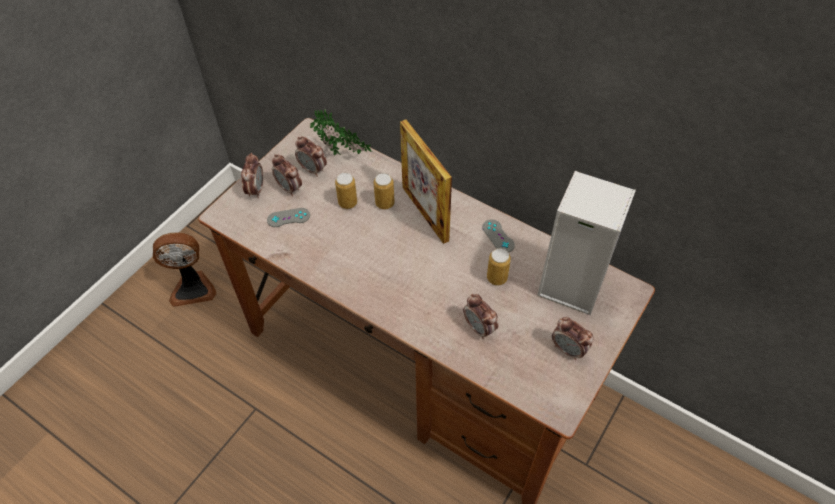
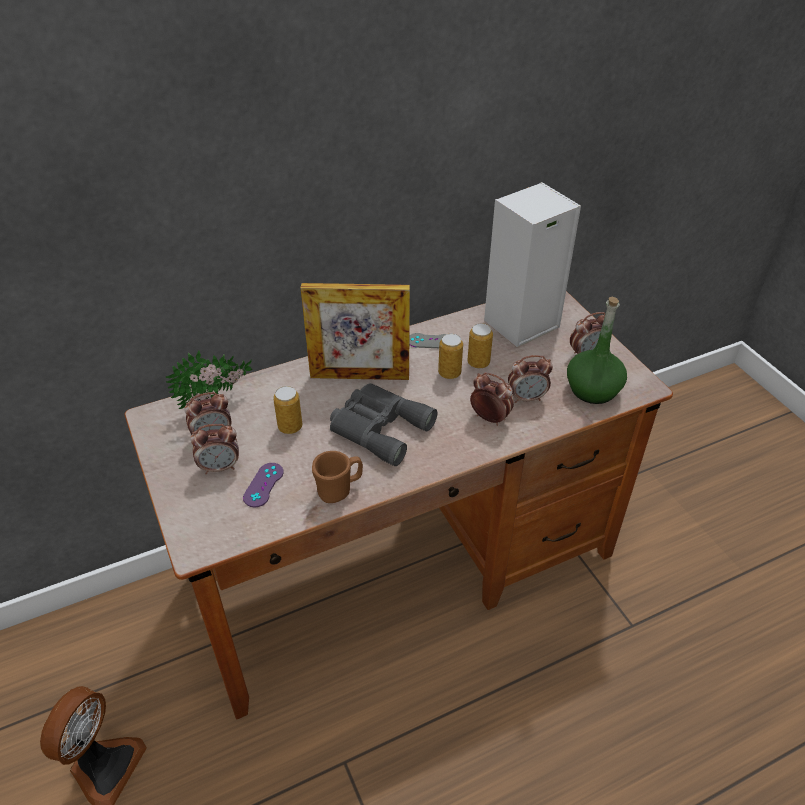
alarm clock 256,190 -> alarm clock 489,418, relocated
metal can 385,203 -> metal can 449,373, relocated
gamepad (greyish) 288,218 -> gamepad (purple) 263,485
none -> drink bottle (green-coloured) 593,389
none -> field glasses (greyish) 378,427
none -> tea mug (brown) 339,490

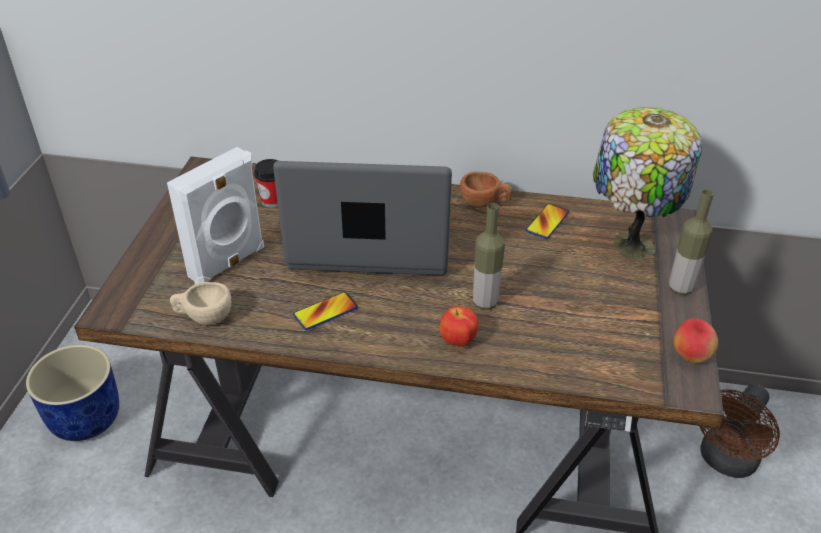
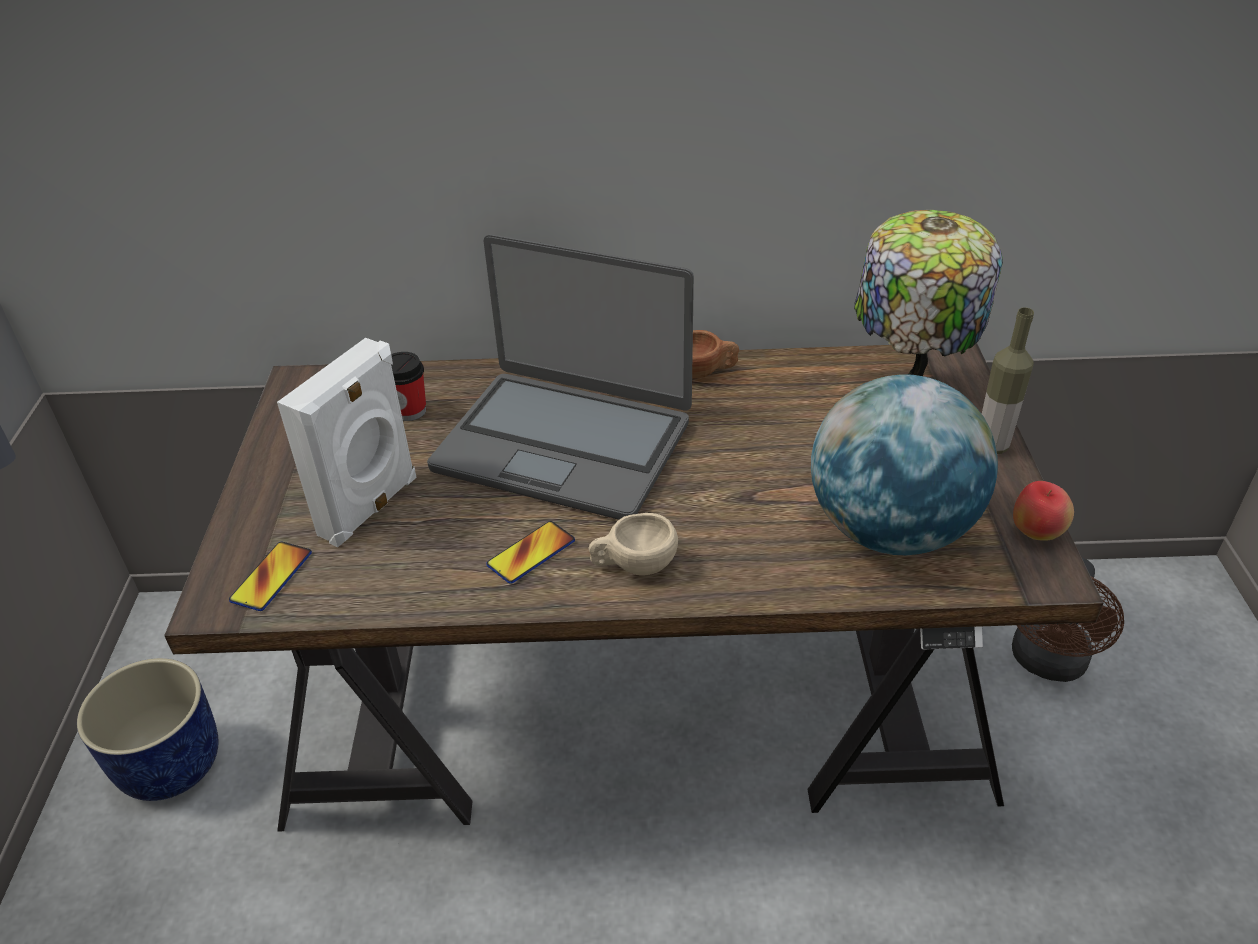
laptop 371,240 -> laptop 564,444, 150 degrees counterclockwise
drink bottle 485,303 -> none
telephone 547,222 -> telephone 271,577, relocated
cup (beige) 204,317 -> cup (beige) 633,565, relocated
apple fruit 457,341 -> none
none -> world globe 890,530

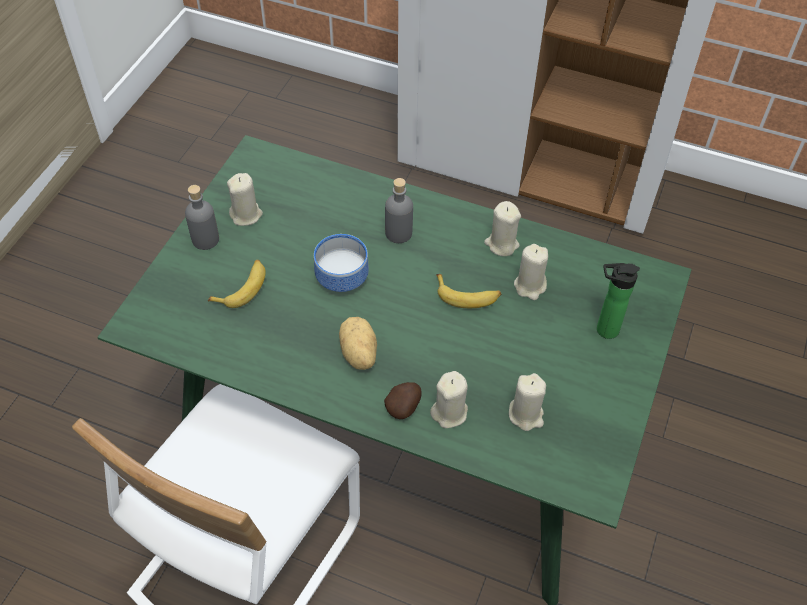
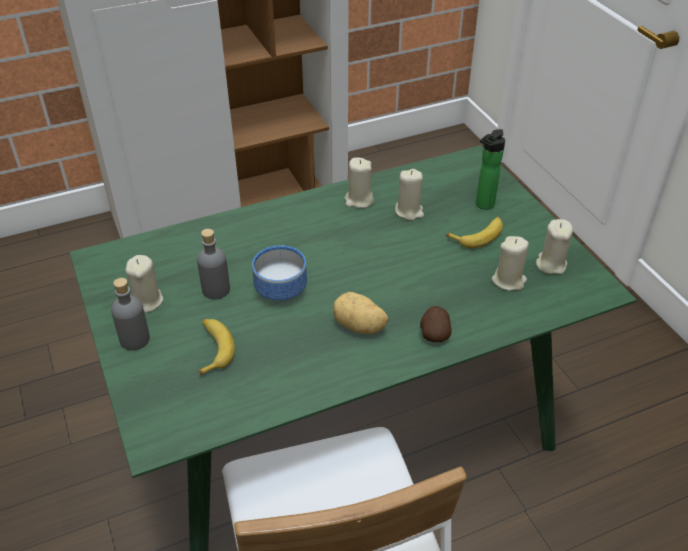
drink bottle (greyish) 398,233 -> drink bottle (greyish) 216,290, relocated
banana 467,295 -> banana 478,236, relocated
wax light (beige) 449,412 -> wax light (beige) 550,264, relocated

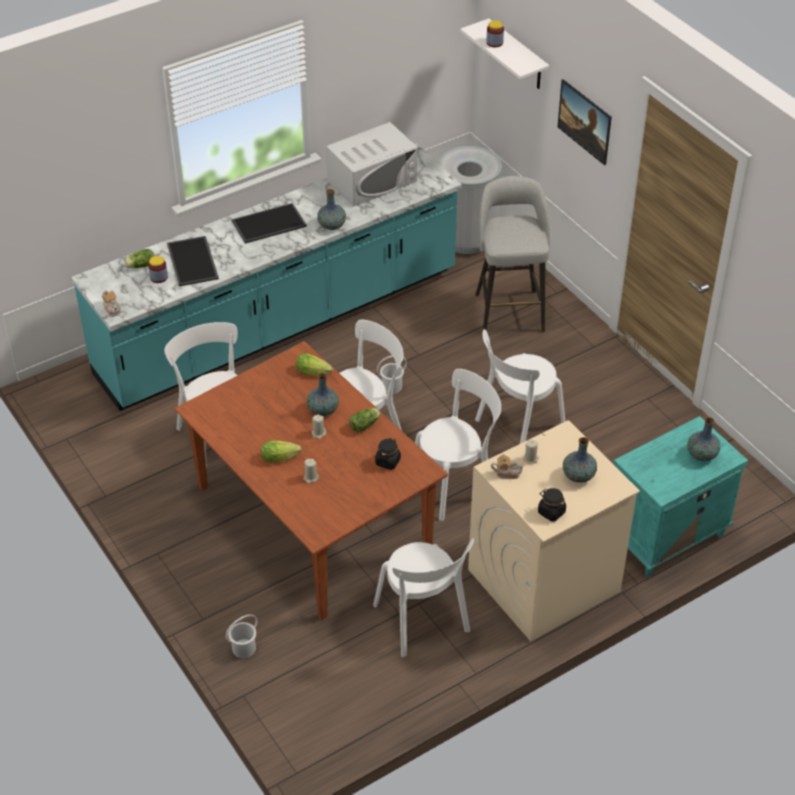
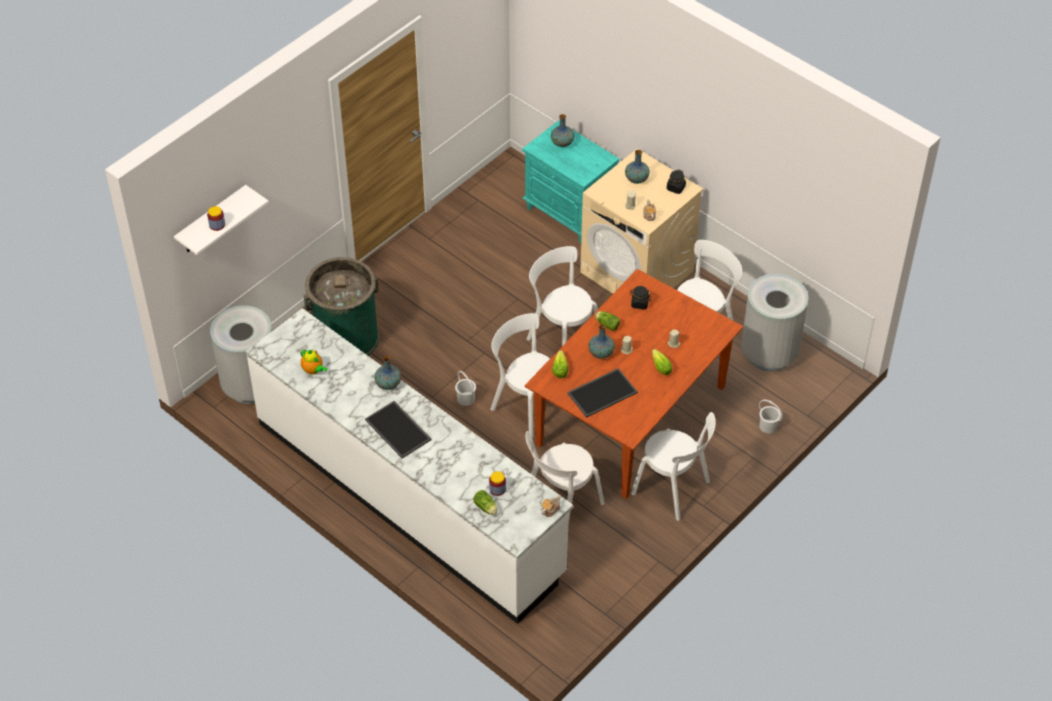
picture 583,133 -> none
microwave oven (white-coloured) 372,181 -> teapot 313,370
kitchen counter (blue-green) 279,324 -> kitchen counter (white-coloured) 409,497
stool (greyish) 509,311 -> trash can (green-coloured) 346,338
serving tray 194,261 -> serving tray 602,392, relocated
chair (white-coloured) 517,425 -> chair (white-coloured) 673,489, relocated
none -> trash can (greyish) 769,353

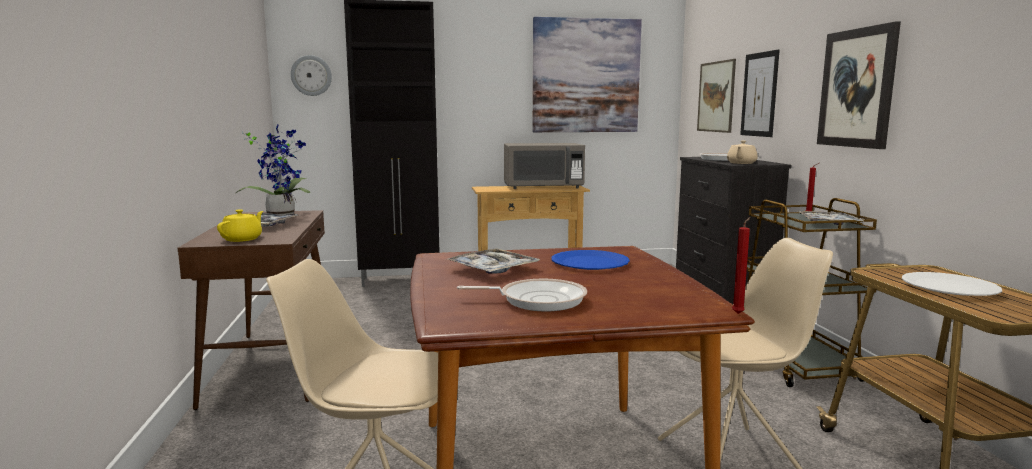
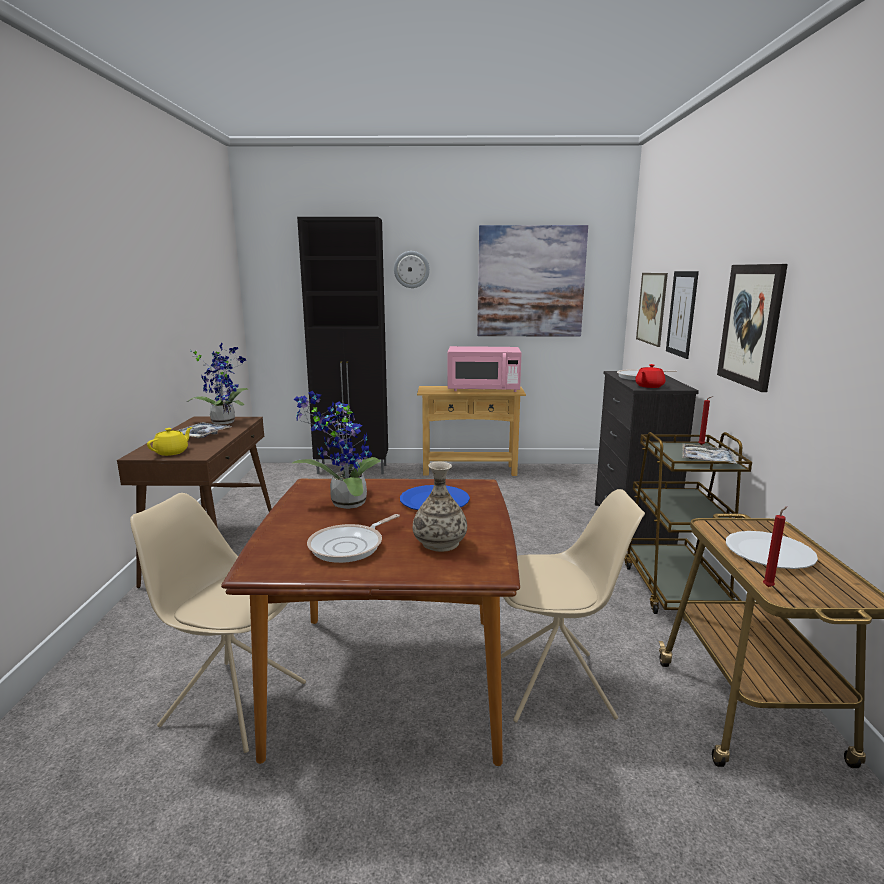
wall clock 311,75 -> wall clock 411,269, relocated
teapot (beige) 741,163 -> teapot (red-coloured) 649,386
microwave oven (greyish) 543,187 -> microwave oven (pink) 483,389
wax light (red-coloured) 739,313 -> wax light (red-coloured) 769,586, relocated
serving tray 493,269 -> potted plant 344,504
pan 537,300 -> pan 350,546, 120 degrees clockwise
none -> decorative vase 440,543

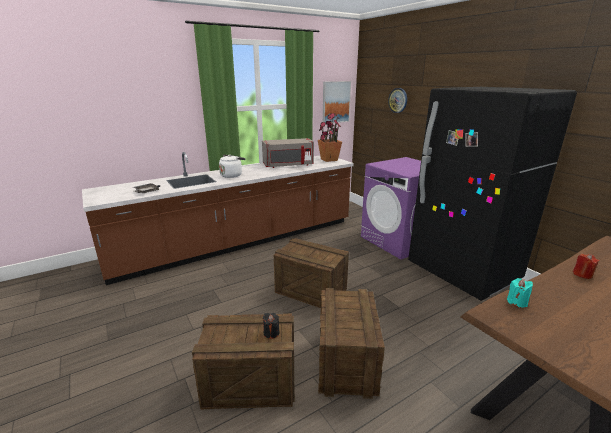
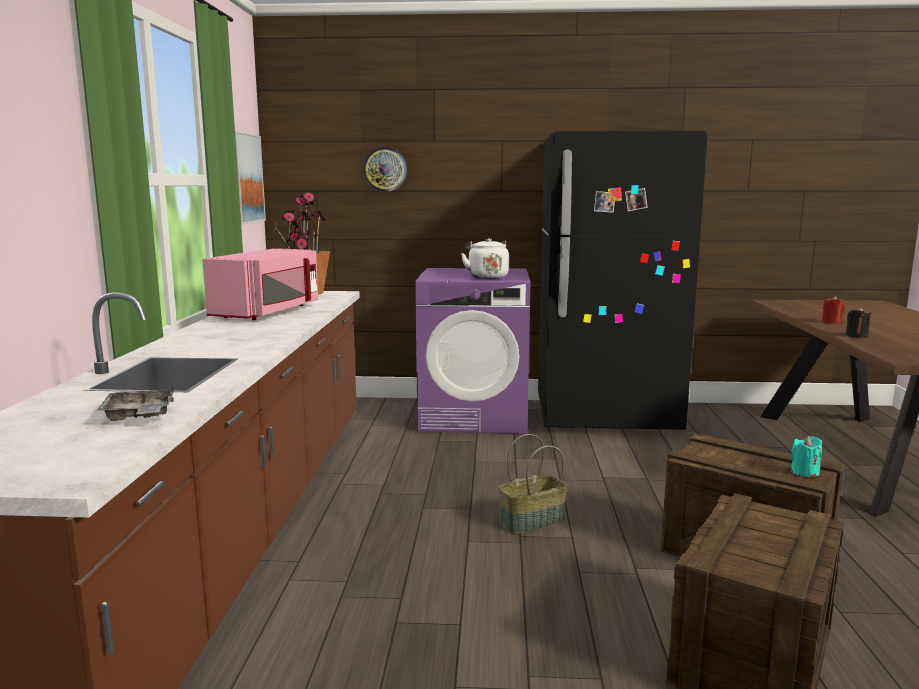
microwave oven (greyish) 288,165 -> microwave oven (pink) 268,312
tea kettle (white-coloured) 232,175 -> tea kettle (white-coloured) 486,277, relocated
packing crate 310,291 -> household basket 532,522
wax light (blue-green) 517,302 -> wax light (blue-green) 805,472, relocated
wax light (blackish) 271,333 -> wax light (blackish) 856,336, relocated

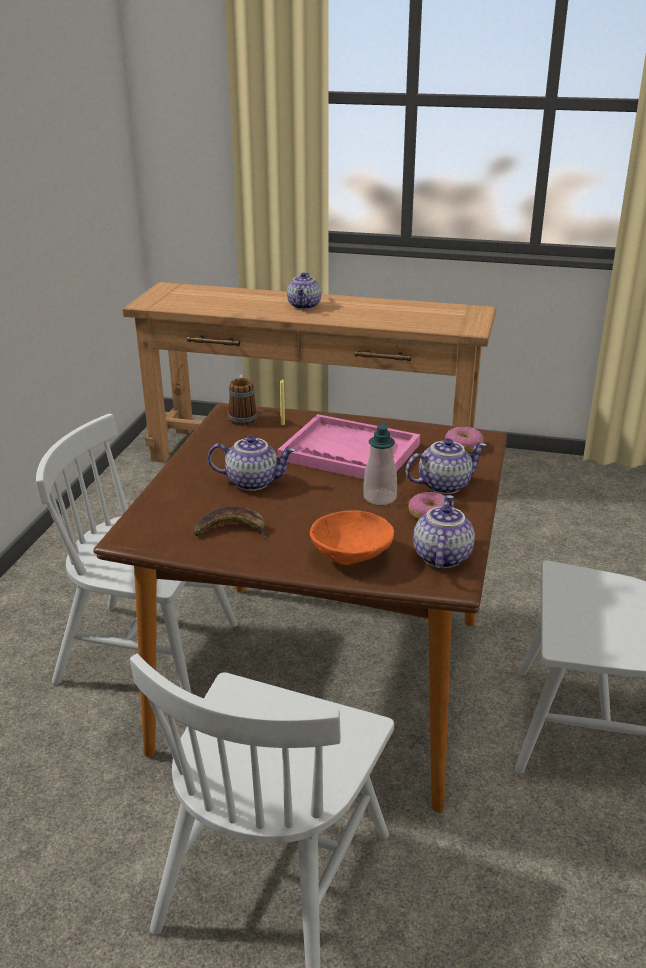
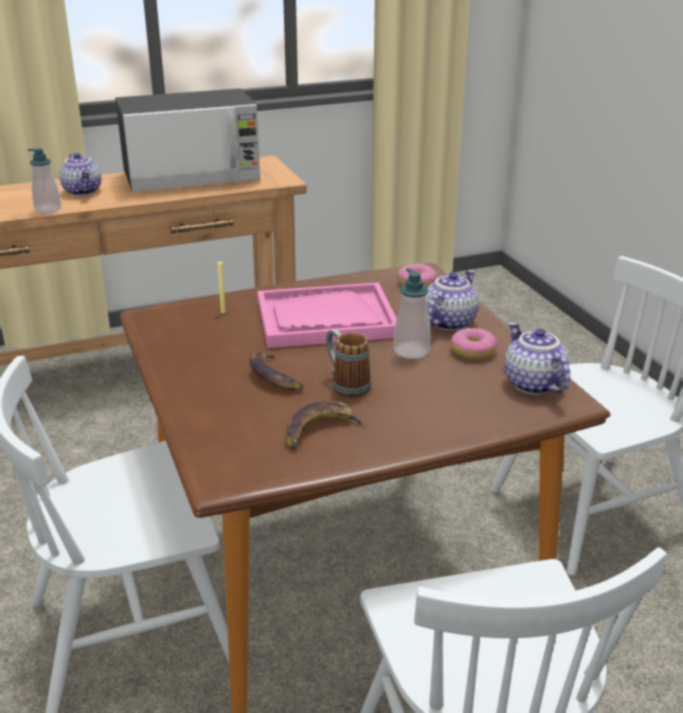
tea mug 243,417 -> tea mug 346,384, relocated
teapot 253,482 -> banana 273,376
deep dish (orangey) 353,556 -> none
none -> microwave oven 192,177
none -> soap bottle 48,209

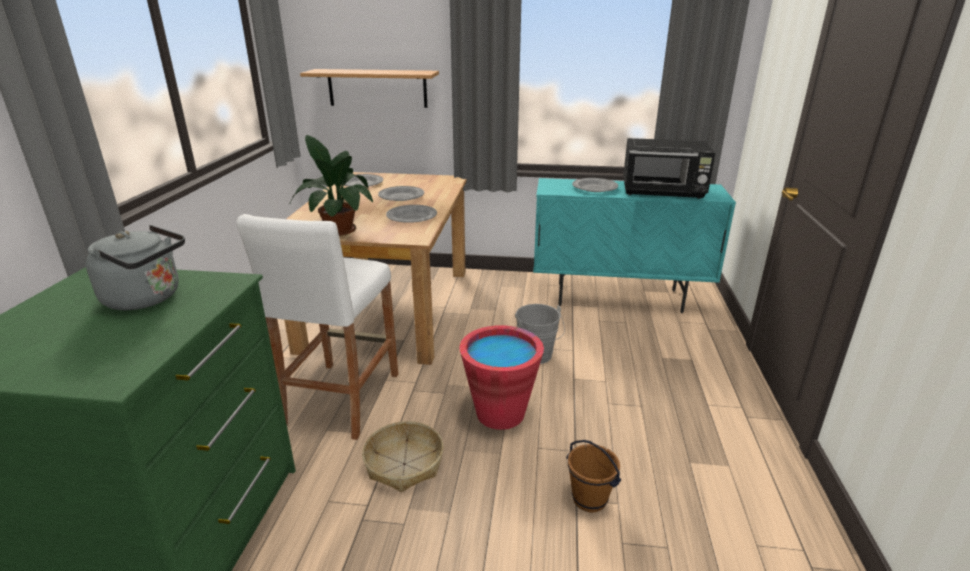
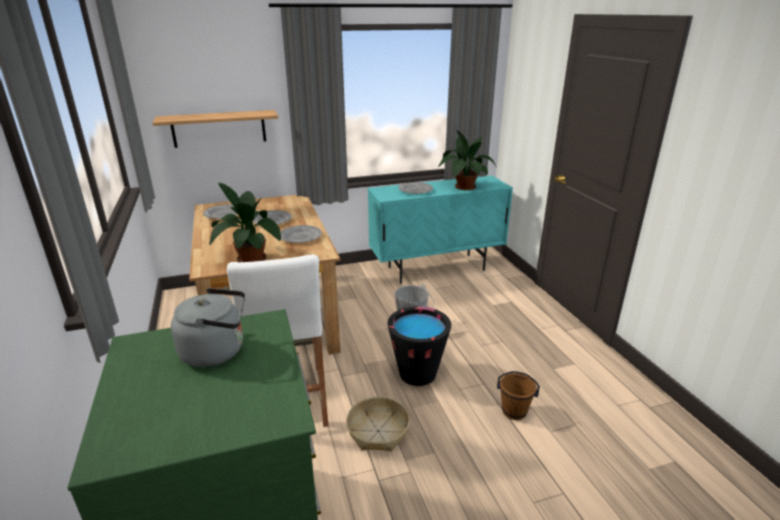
microwave oven (blackish) 663,192 -> potted plant 463,187
bucket (red-coloured) 500,413 -> bucket (blackish) 417,373

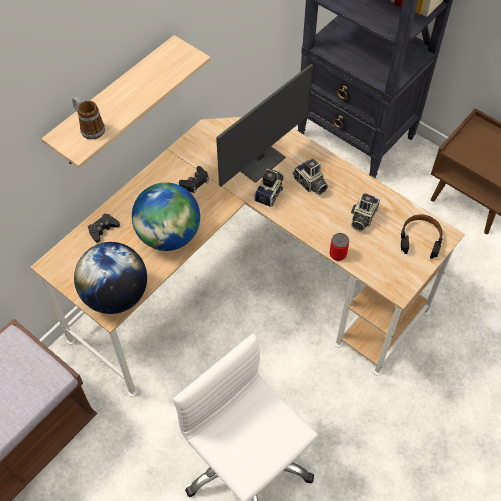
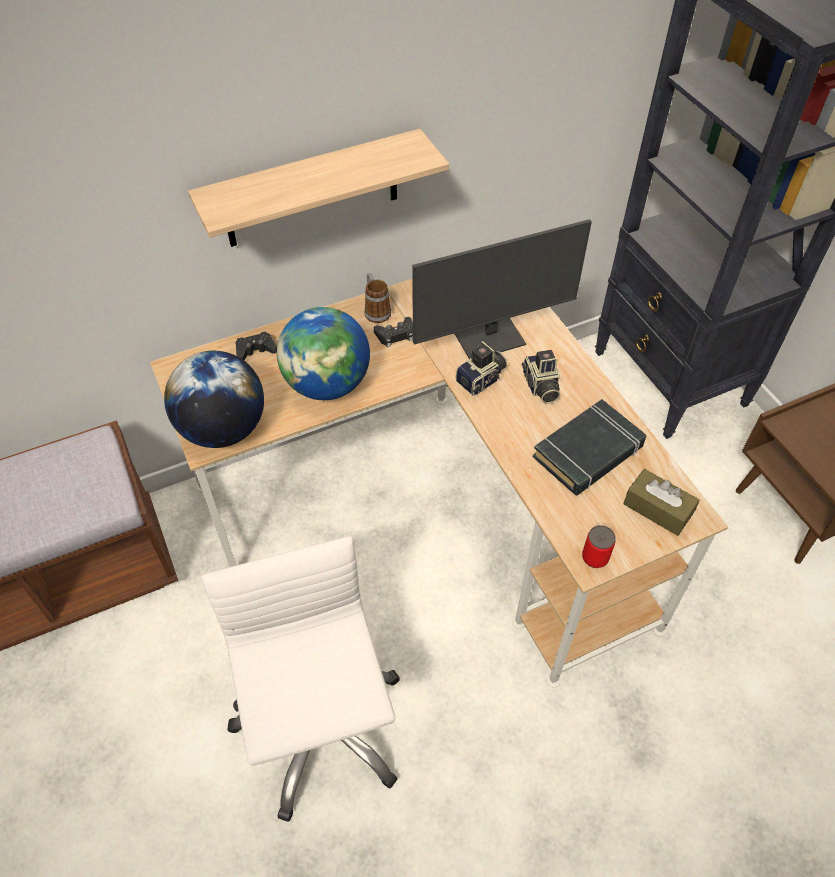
tea mug 89,128 -> tea mug 375,310, relocated
still camera 362,218 -> bound book (blackish) 588,452
headset (blackish) 420,239 -> tissue box (brown) 657,509
metal can 337,254 -> metal can 595,557, relocated

